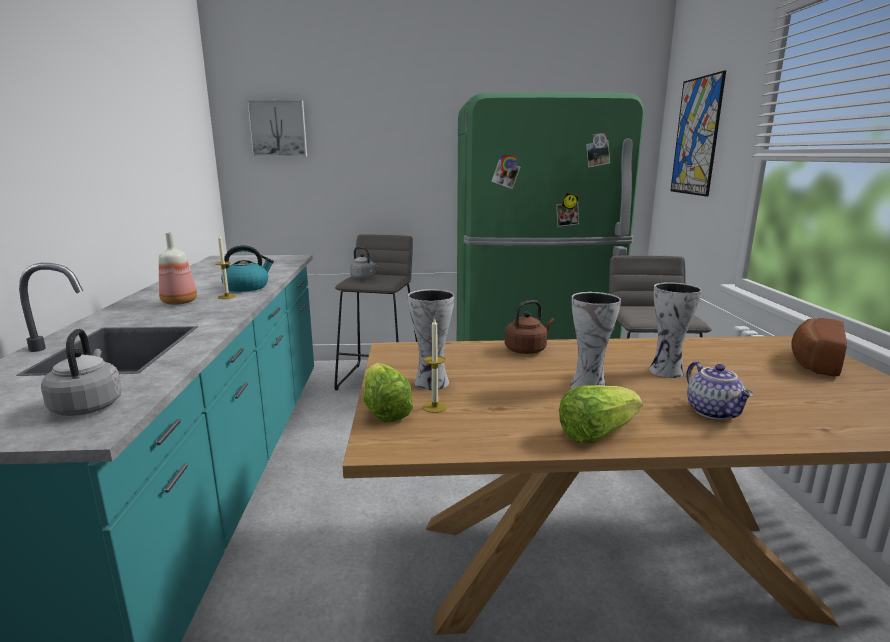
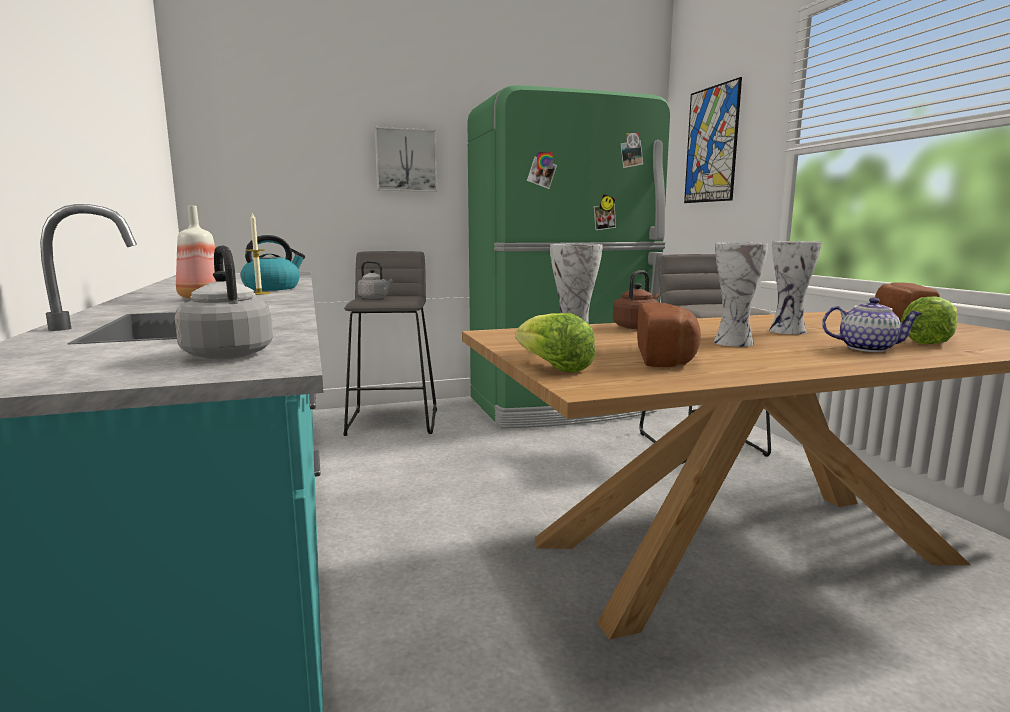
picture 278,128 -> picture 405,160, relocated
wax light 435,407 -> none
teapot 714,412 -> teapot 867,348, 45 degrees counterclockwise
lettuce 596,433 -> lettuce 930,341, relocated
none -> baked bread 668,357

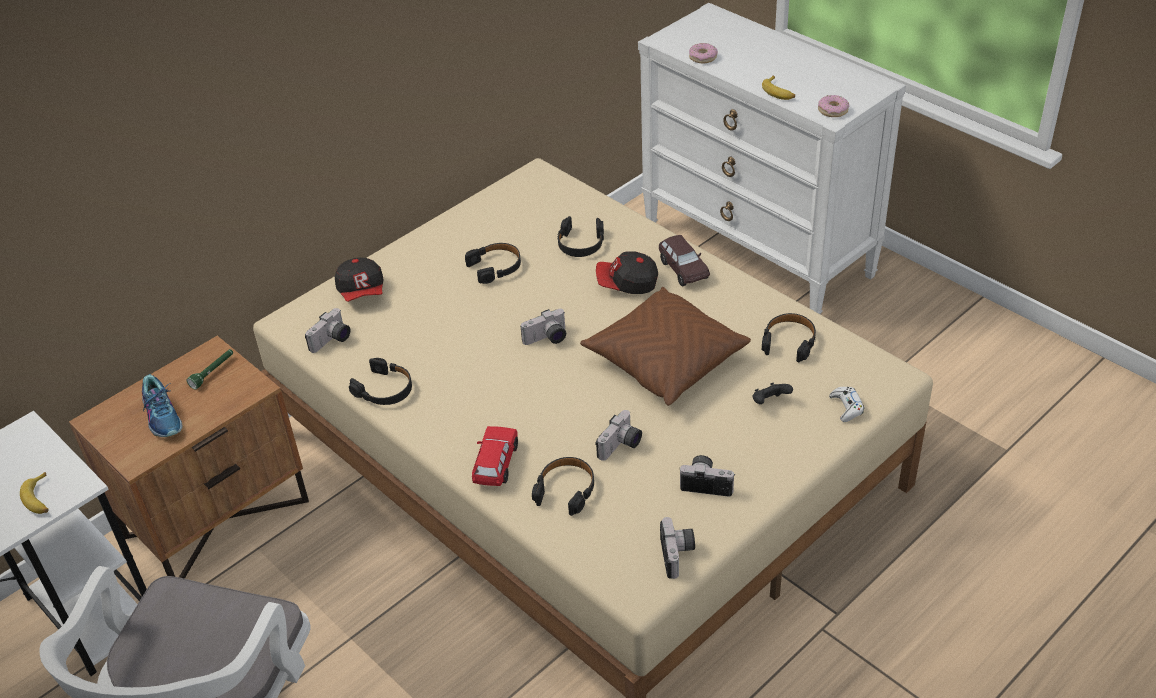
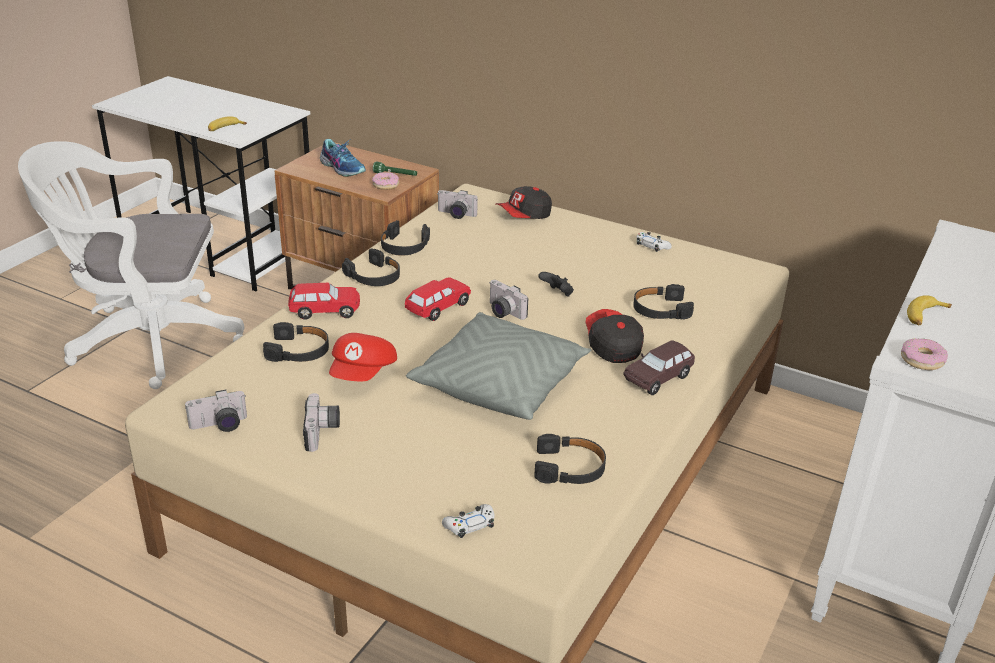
doughnut 703,57 -> doughnut 386,185, relocated
headset (blackish) 495,267 -> headset (blackish) 374,276, relocated
cushion (brown) 665,360 -> cushion (greyish) 500,384
low shoe 163,416 -> low shoe 343,168, 90 degrees counterclockwise
gamepad (blackish) 769,402 -> gamepad (blackish) 557,294, relocated
still camera 621,446 -> peaked cap (red-coloured) 363,373
none -> gamepad (white-coloured) 652,246
none -> miniature car (red-coloured) 438,308

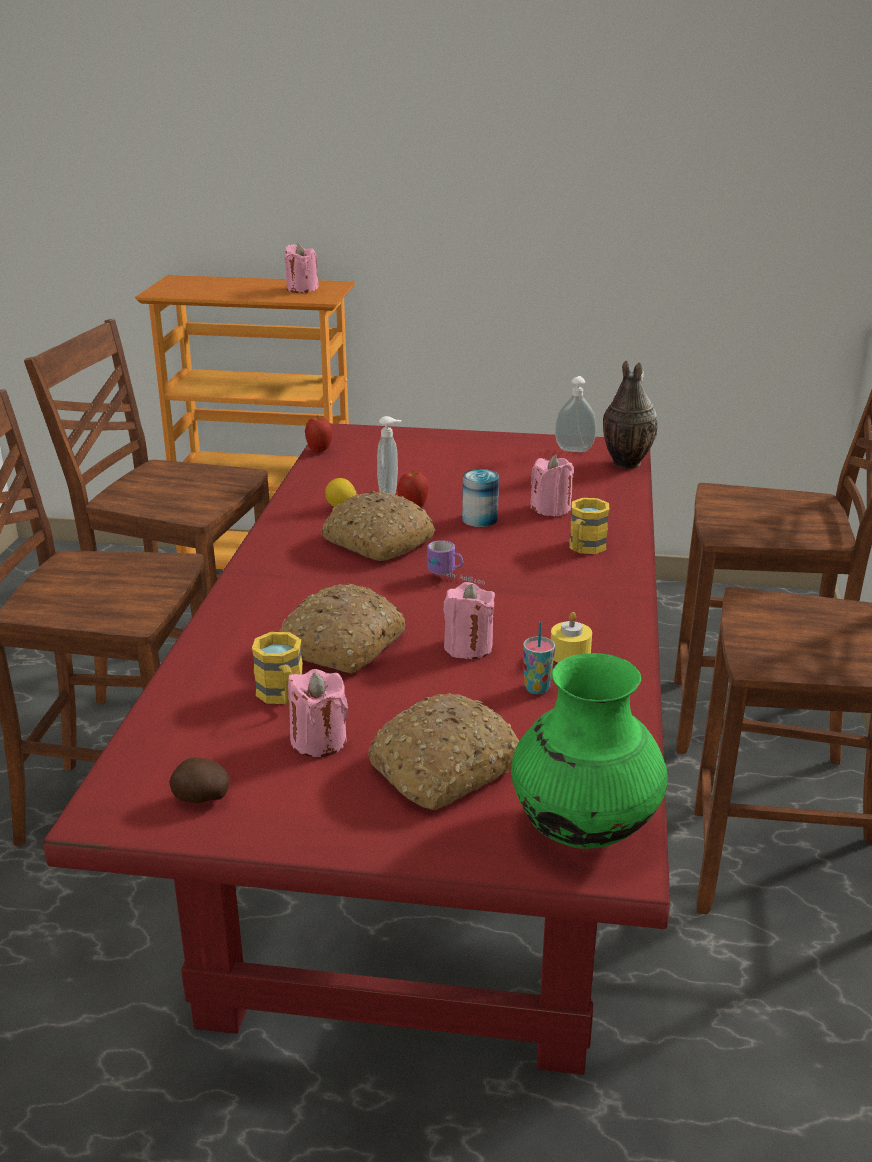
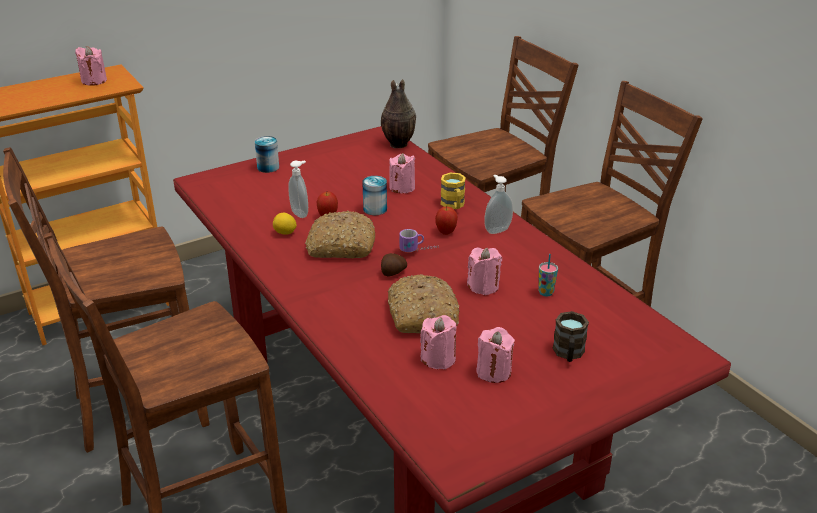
soap bottle 574,449 -> soap bottle 496,230, relocated
apple fruit 319,451 -> apple fruit 446,232, relocated
wax light (yellow-coloured) 570,654 -> none
tea mug (yellow-coloured) 282,697 -> wax light (pink) 438,359
decorative vase (green-coloured) 583,829 -> none
baked bread 443,769 -> tea mug (brown) 568,354
potato 201,798 -> potato 392,273, relocated
none -> metal can 268,167

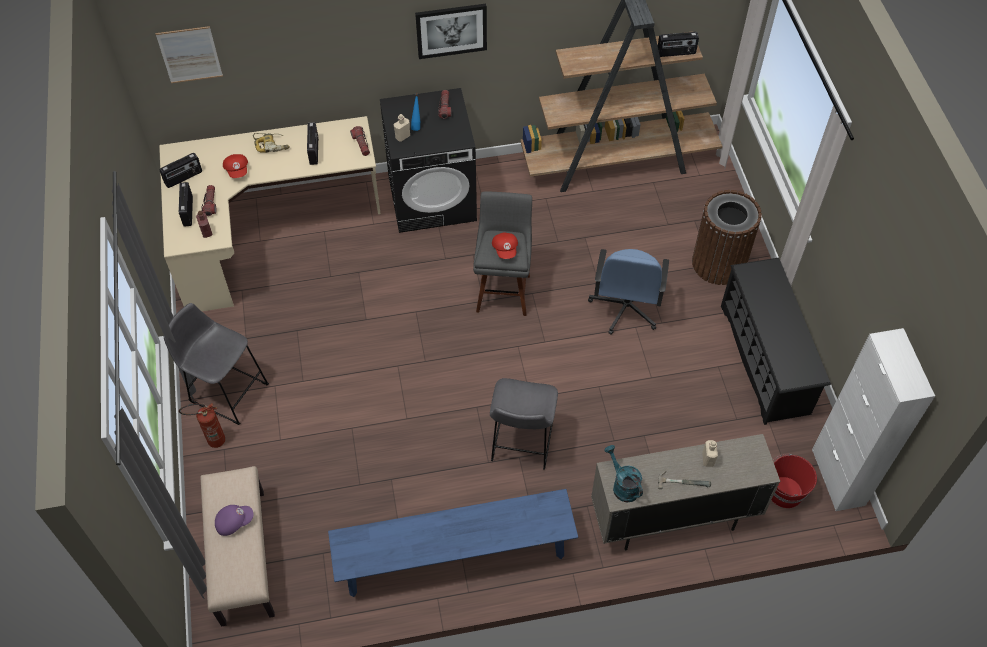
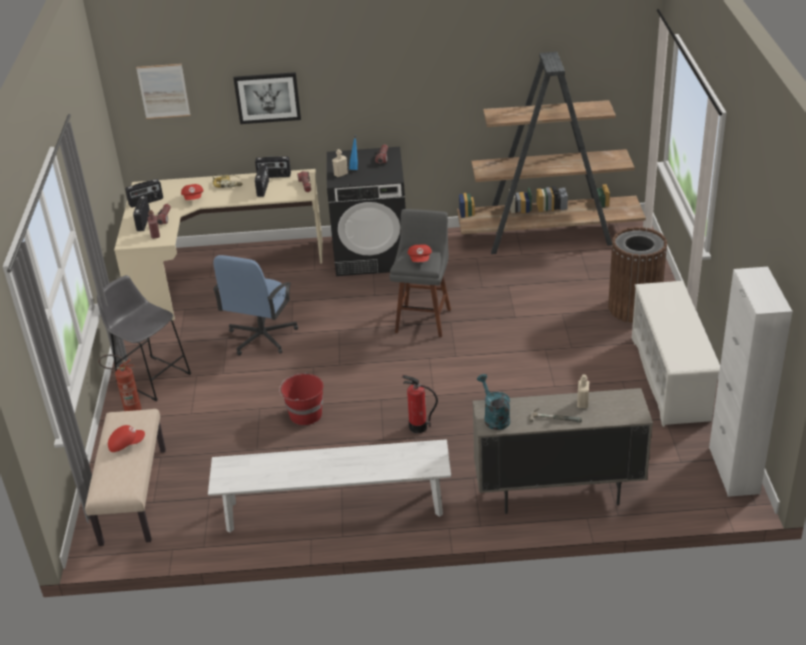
picture 451,30 -> picture 267,97, relocated
radio set 676,53 -> radio set 274,176, relocated
computer chair (bluish) 625,307 -> computer chair (bluish) 261,337, relocated
shoe shelf (blackish) 765,359 -> shoe shelf (white-coloured) 670,378
stool (greyish) 521,442 -> fire-fighting cylinder 418,427
bucket (red-coloured) 784,492 -> bucket (red-coloured) 305,414, relocated
bench (bluish) 454,558 -> bench (white-coloured) 334,509
peaked cap (purple) 234,522 -> peaked cap (red-coloured) 126,444

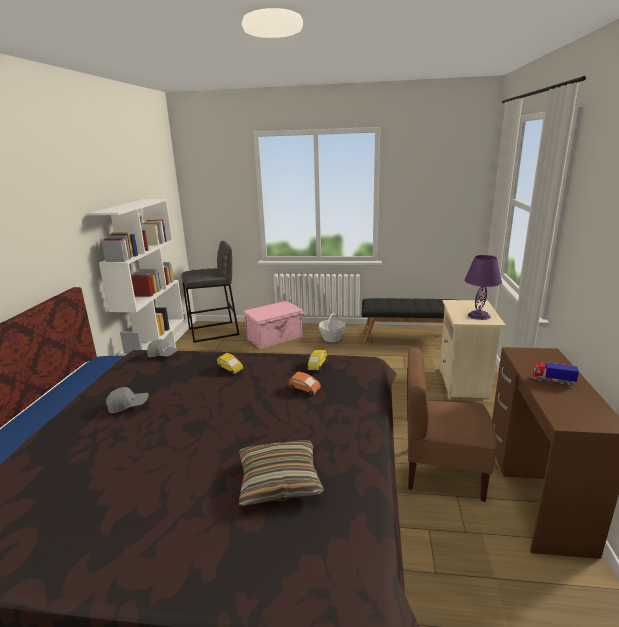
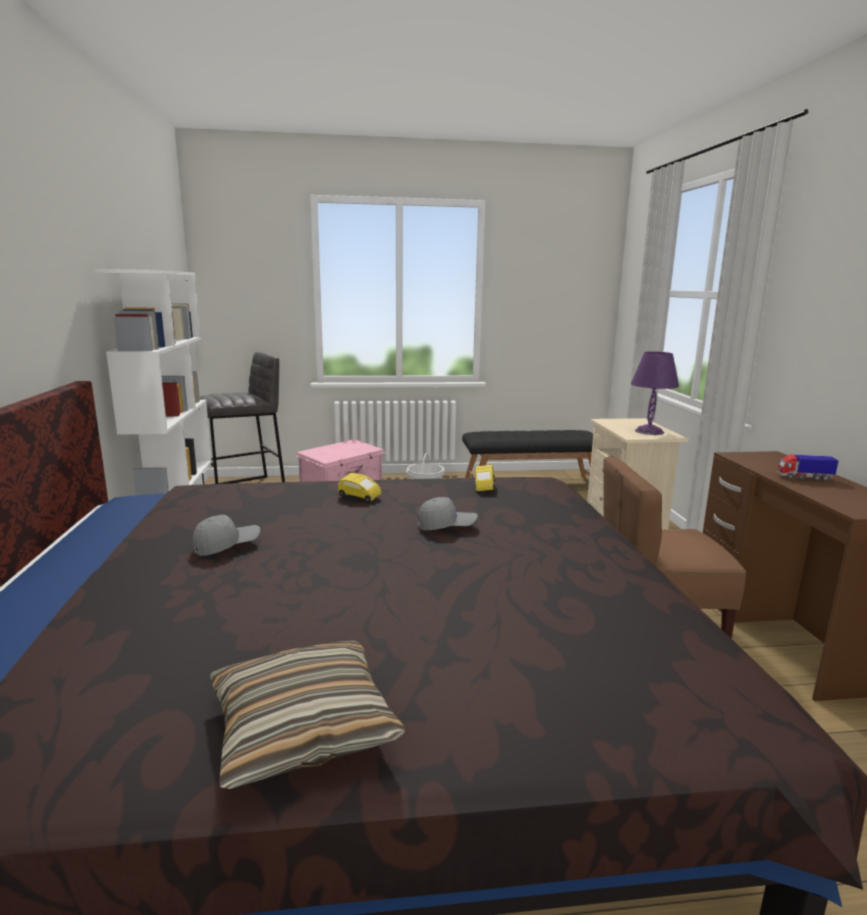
peaked cap (greyish) 163,355 -> peaked cap (greyish) 446,526, relocated
miniature car (orangey) 304,389 -> none
cushion 279,481 -> cushion 303,727, relocated

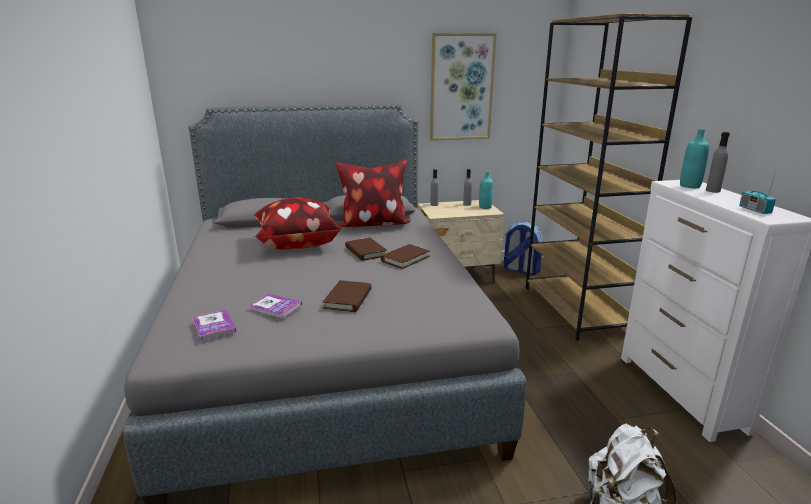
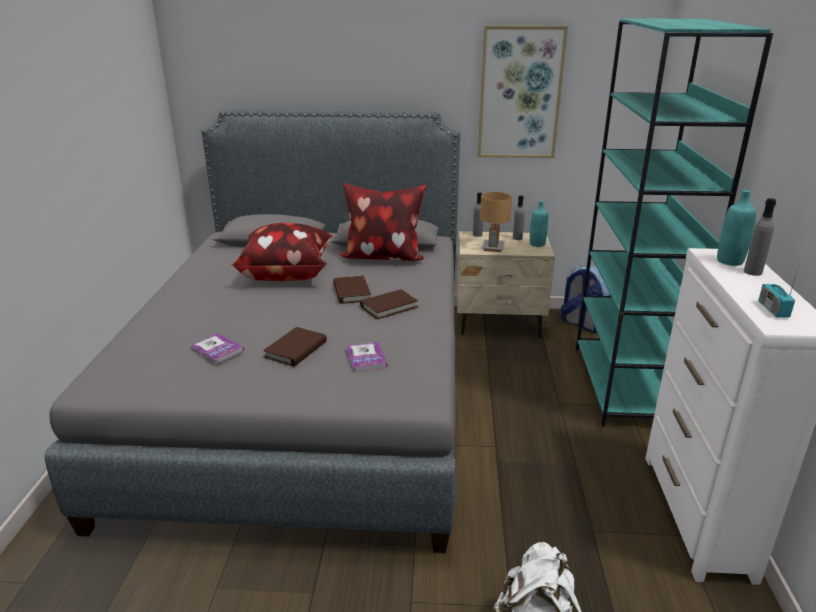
bookcase (brown) 575,309 -> bookcase (blue-green) 624,385
bound book 214,326 -> bound book 366,358, relocated
none -> tabletop lamp (brown) 493,247

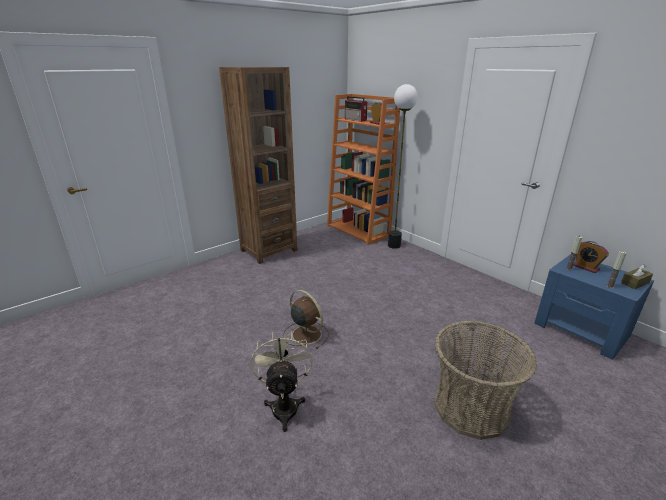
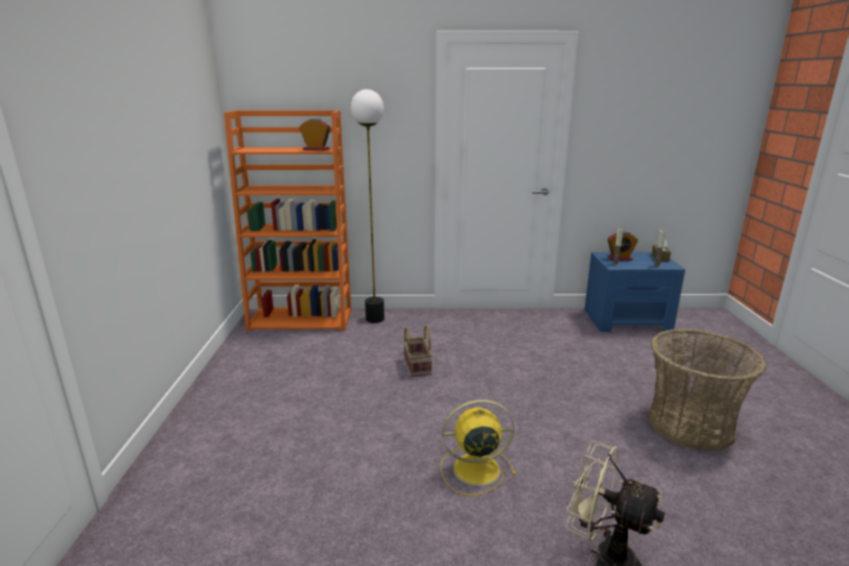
bookcase (brown) 269,250 -> none
radio set 356,120 -> none
fan (brown) 305,334 -> fan (yellow-coloured) 474,469
none -> household basket 416,366

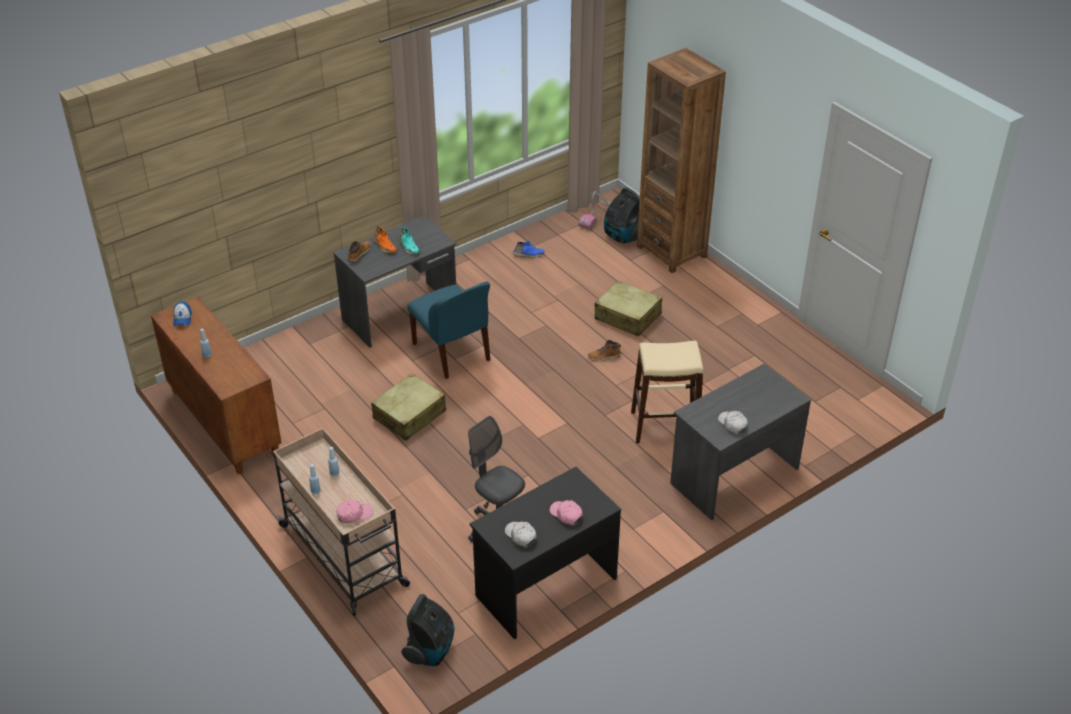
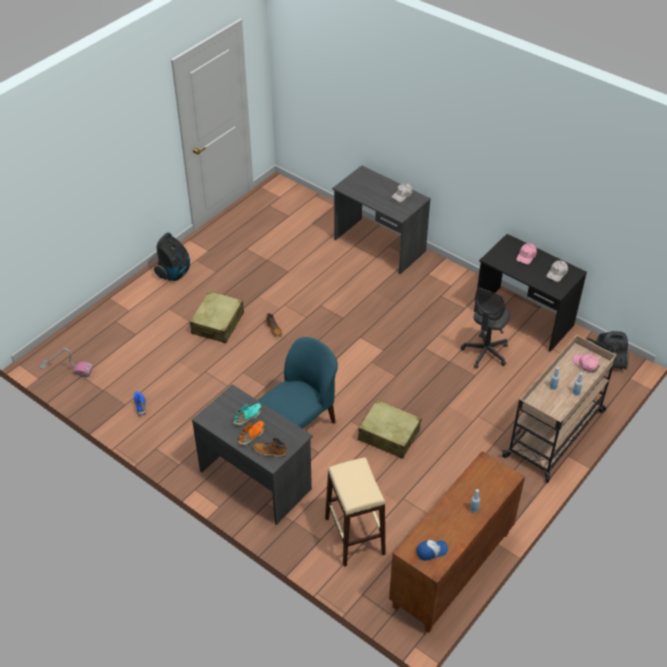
bookcase (brown) 671,251 -> none
hoover 622,237 -> hoover 175,273, relocated
stool (beige) 665,426 -> stool (beige) 354,535, relocated

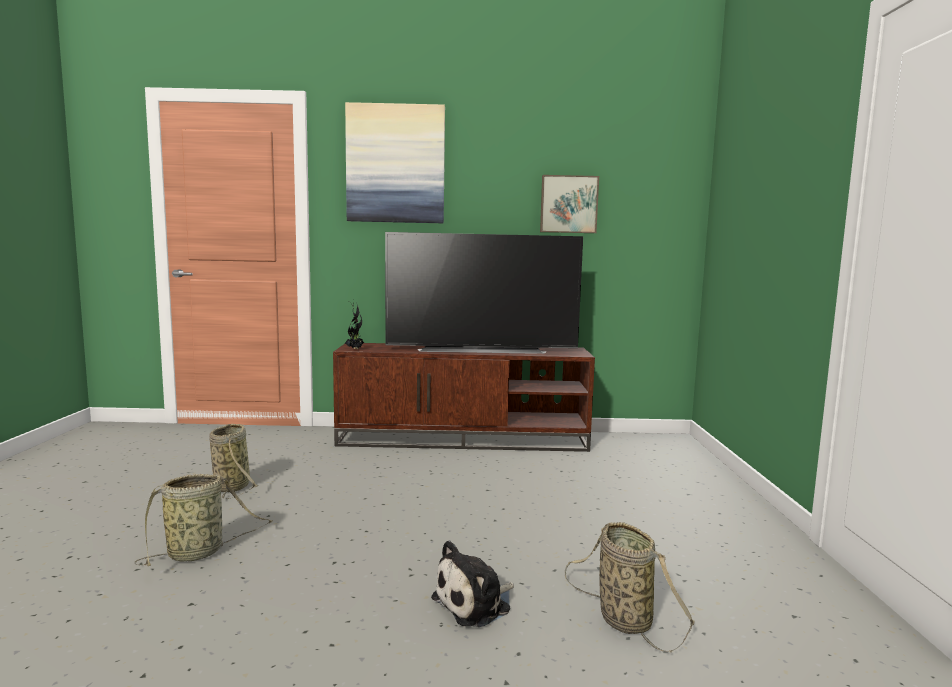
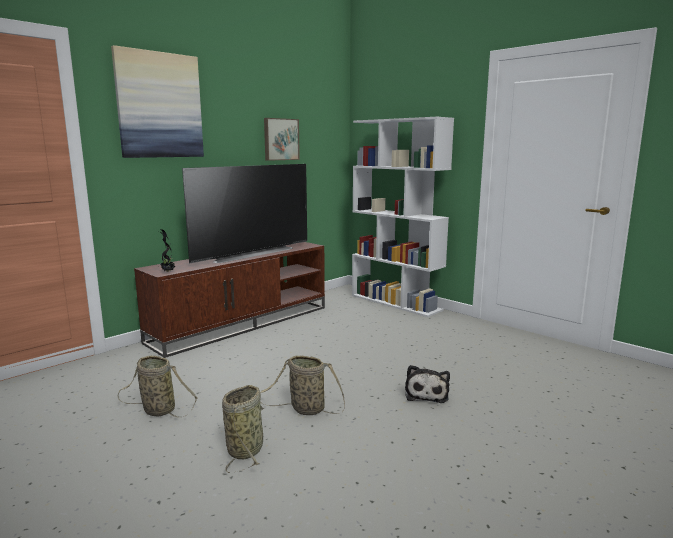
household basket 621,618 -> household basket 305,409, relocated
none -> bookcase (white-coloured) 396,302

